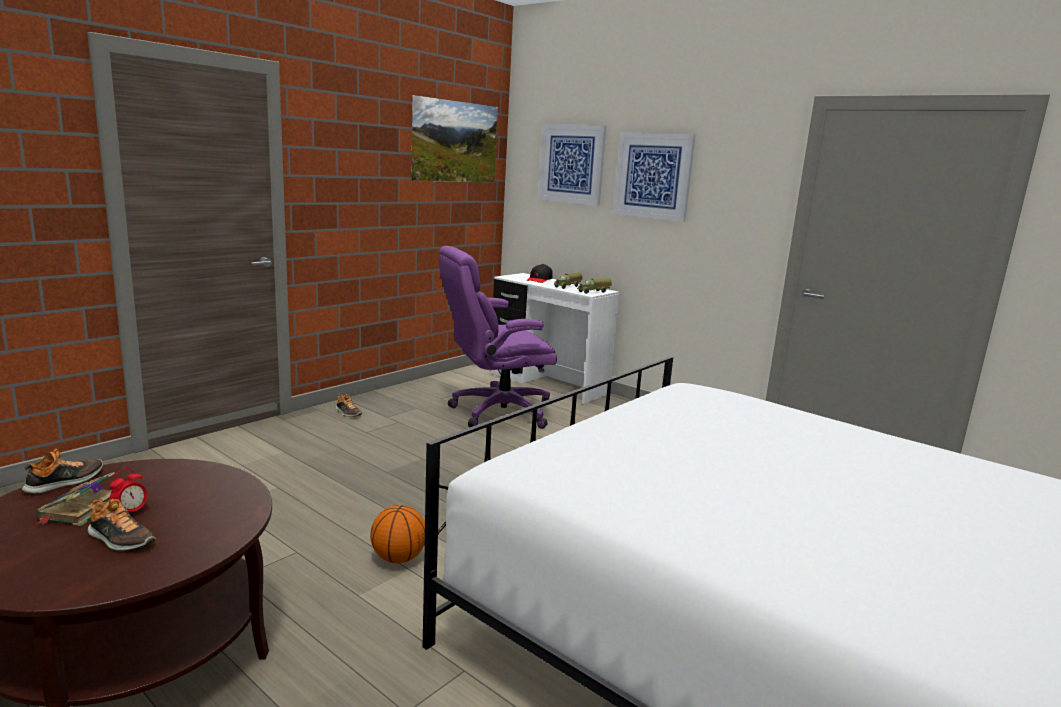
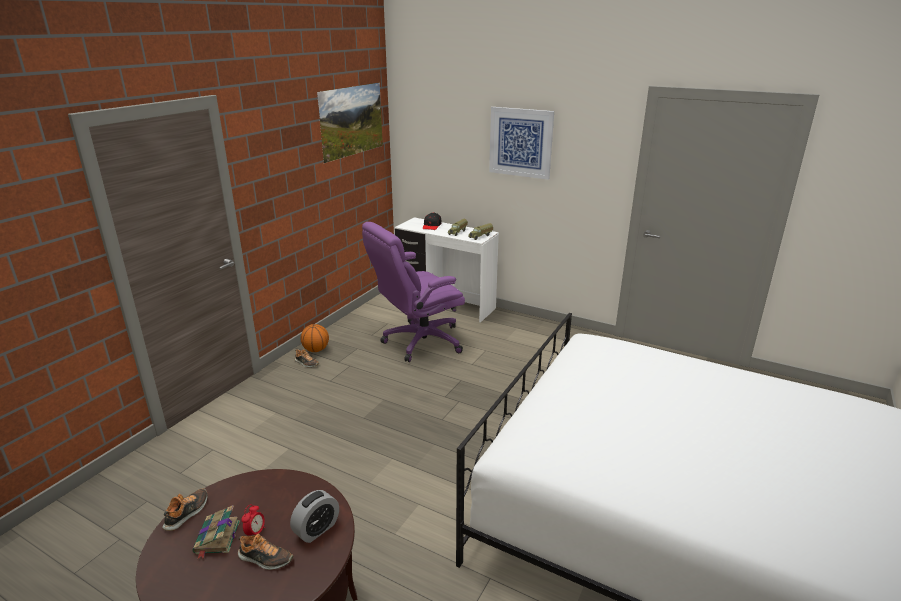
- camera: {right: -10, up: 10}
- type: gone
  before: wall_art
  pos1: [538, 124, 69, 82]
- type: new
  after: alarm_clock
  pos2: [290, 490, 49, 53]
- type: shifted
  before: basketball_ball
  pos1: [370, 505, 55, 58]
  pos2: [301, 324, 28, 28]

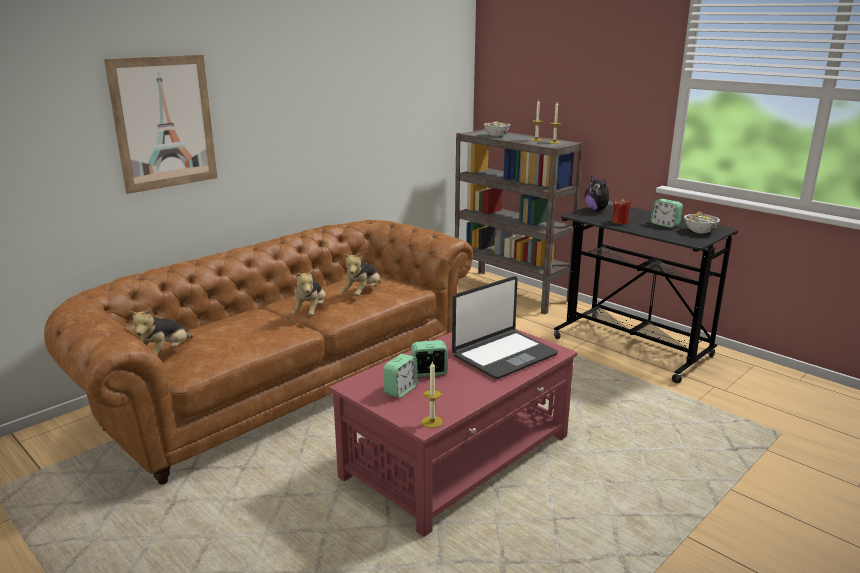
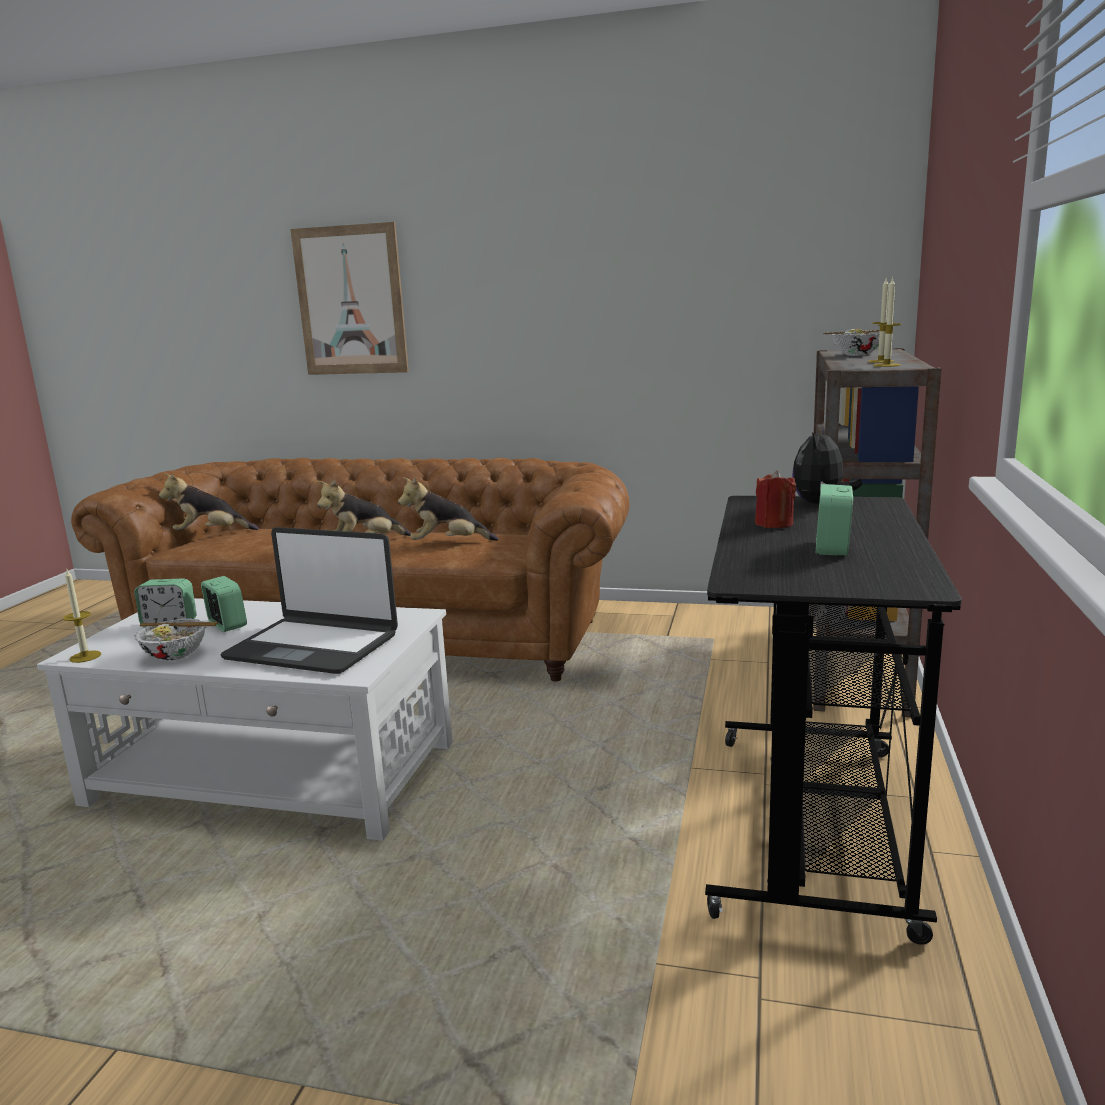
- camera: {right: 60, up: -5}
- type: shifted
  before: serving_bowl
  pos1: [684, 212, 36, 22]
  pos2: [134, 618, 84, 42]
- type: repainted
  before: red-coloured_lounge_table
  after: white_lounge_table
  pos1: [329, 329, 249, 208]
  pos2: [37, 598, 416, 243]

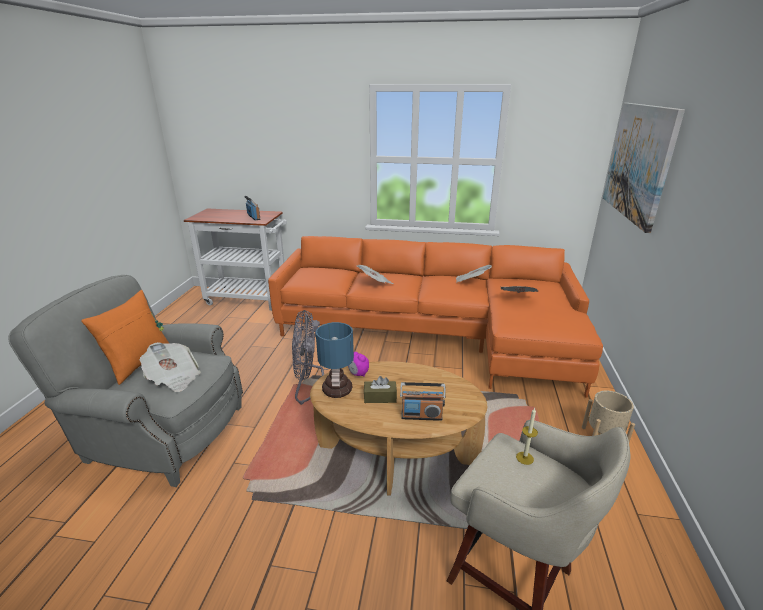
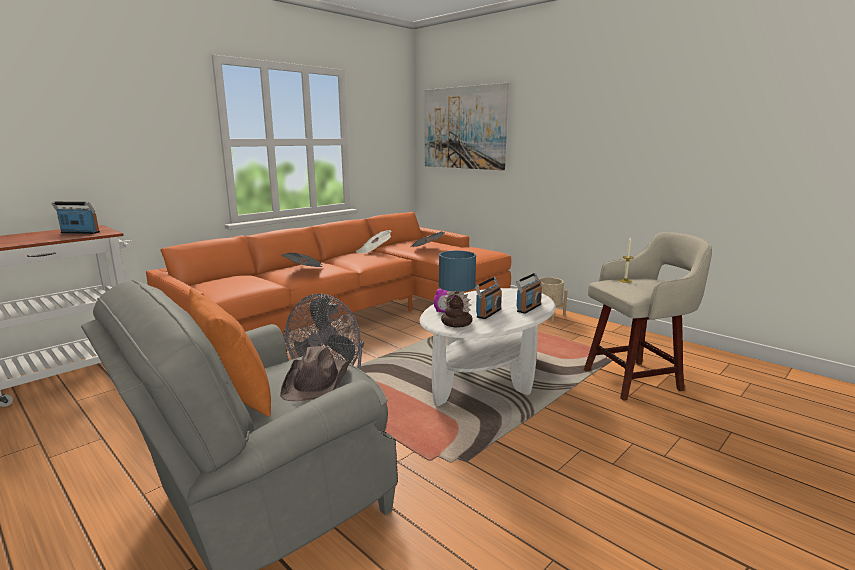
- camera: {right: -55, up: -10}
- type: swapped
  before: daily_paper
  after: brown_clothing_hat
  pos1: [140, 342, 61, 50]
  pos2: [280, 346, 71, 55]
- type: swapped
  before: brown_box_of_tissues
  after: radio_set
  pos1: [364, 376, 33, 27]
  pos2: [475, 277, 27, 42]
- type: repainted
  before: brown_lounge_table
  after: white_lounge_table
  pos1: [310, 361, 177, 135]
  pos2: [420, 288, 136, 119]

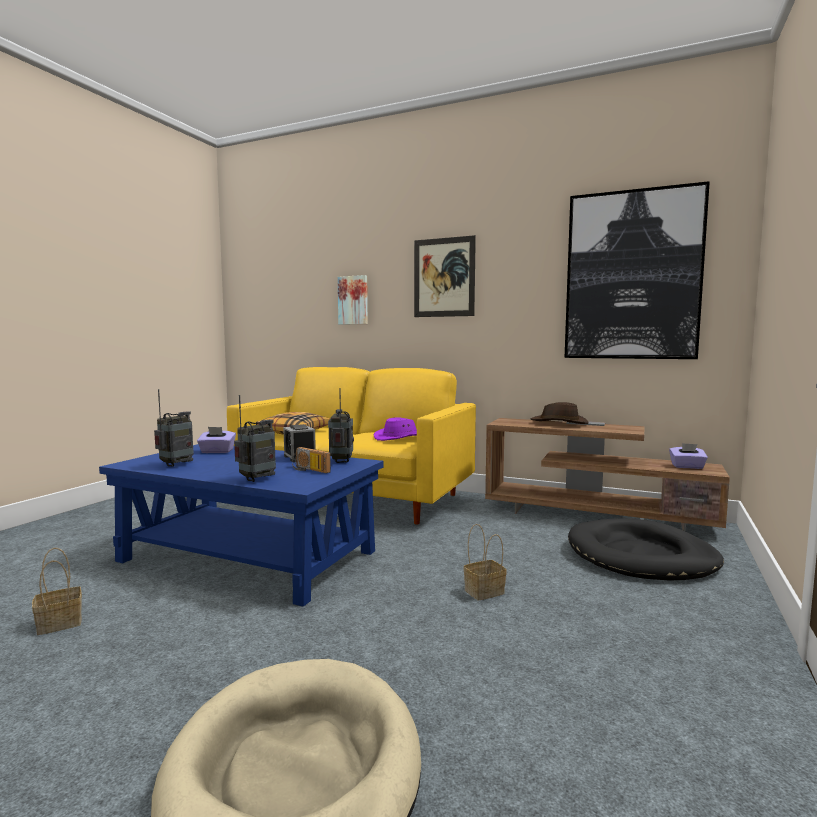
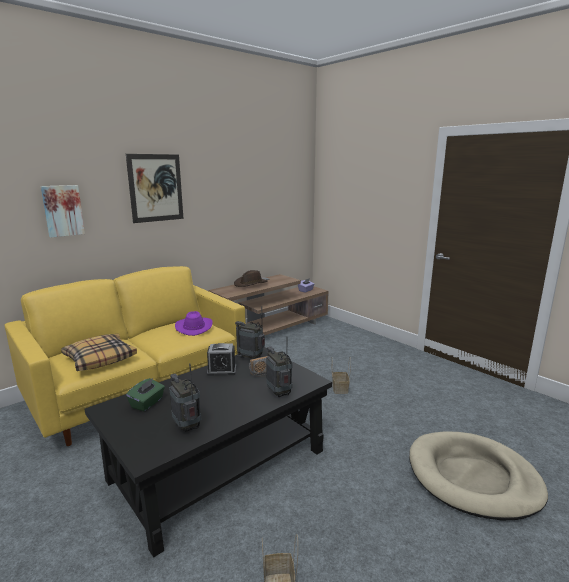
- camera: {right: -65, up: 10}
- type: gone
  before: wall_art
  pos1: [565, 181, 145, 178]
- type: gone
  before: black-coloured_pet_bed
  pos1: [568, 518, 156, 62]
- type: repainted
  before: bluish_lounge_table
  after: black-coloured_lounge_table
  pos1: [99, 444, 285, 163]
  pos2: [85, 347, 247, 211]
- type: repainted
  before: purple-coloured_box_of_tissues
  after: green-coloured_box_of_tissues
  pos1: [197, 427, 39, 26]
  pos2: [126, 378, 39, 33]

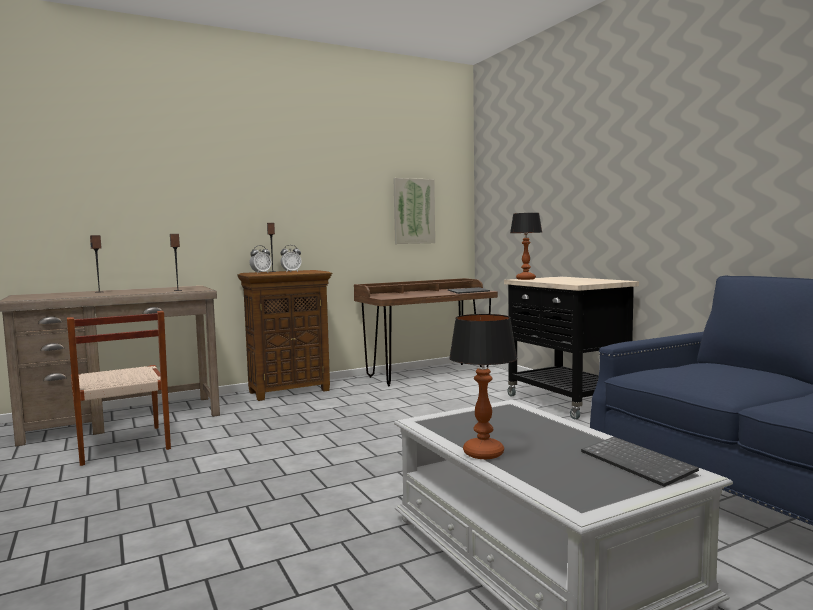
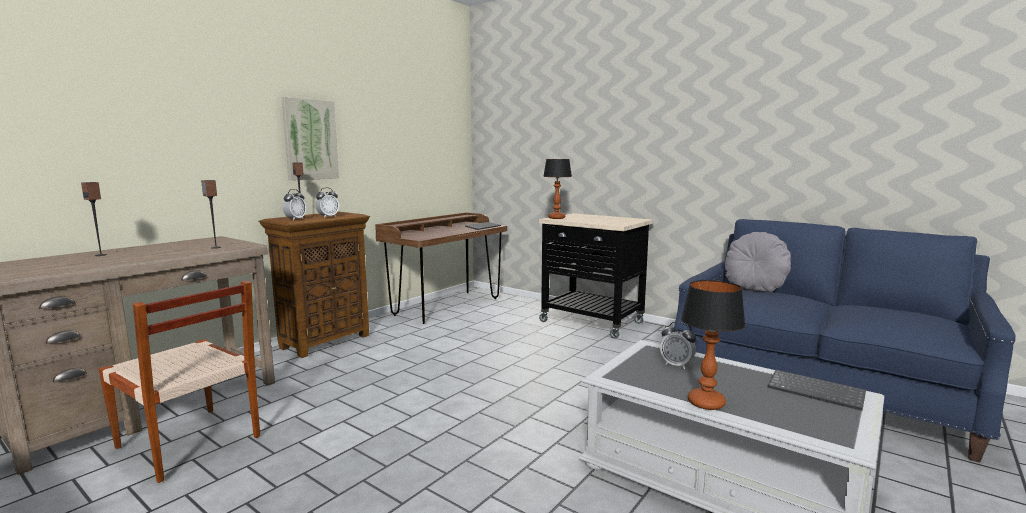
- camera: {right: -25, up: 5}
- type: new
  after: alarm_clock
  pos2: [660, 322, 36, 47]
- type: new
  after: grey_pillow
  pos2: [725, 232, 66, 60]
- type: shifted
  before: wall_art
  pos1: [393, 178, 42, 66]
  pos2: [282, 97, 57, 83]

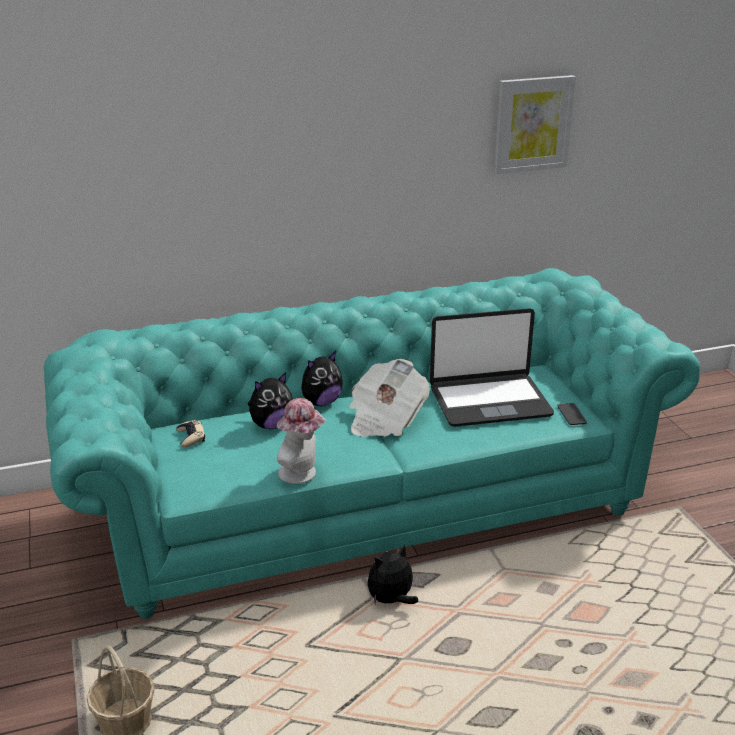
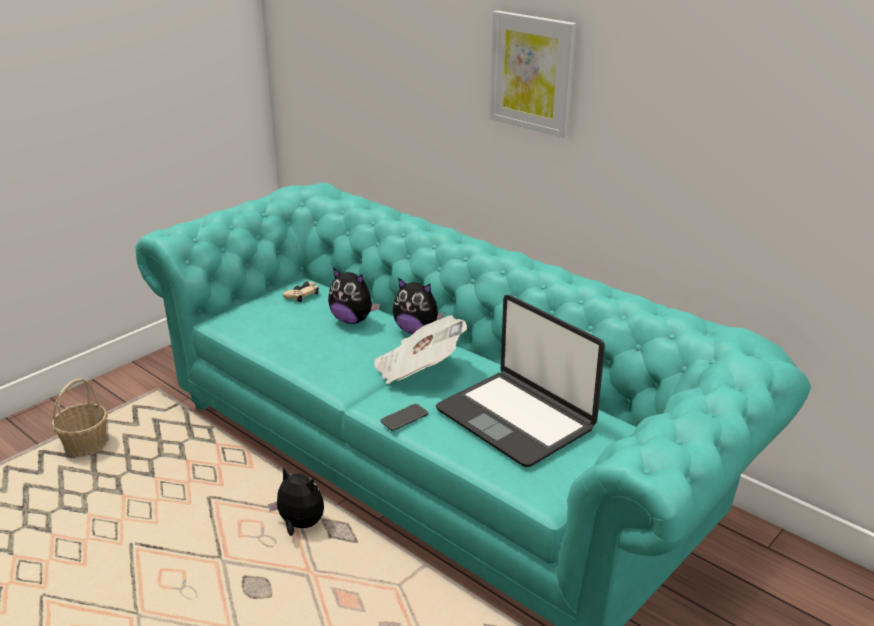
- camera: {right: 60, up: 0}
- type: gone
  before: clothing_hat
  pos1: [277, 398, 49, 86]
- type: shifted
  before: wall_art
  pos1: [494, 75, 82, 99]
  pos2: [490, 11, 87, 127]
- type: shifted
  before: handset
  pos1: [557, 403, 30, 22]
  pos2: [380, 404, 48, 27]

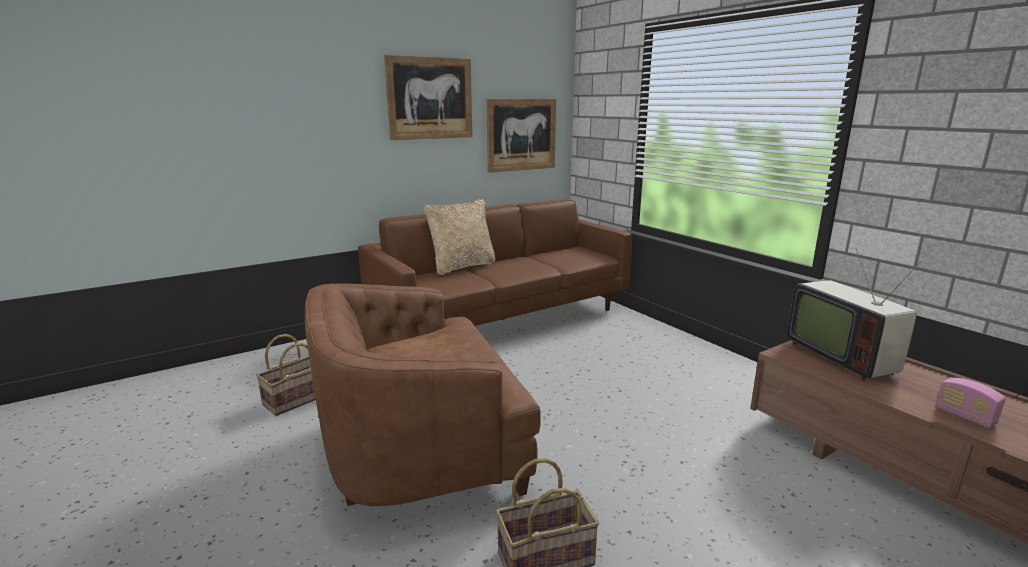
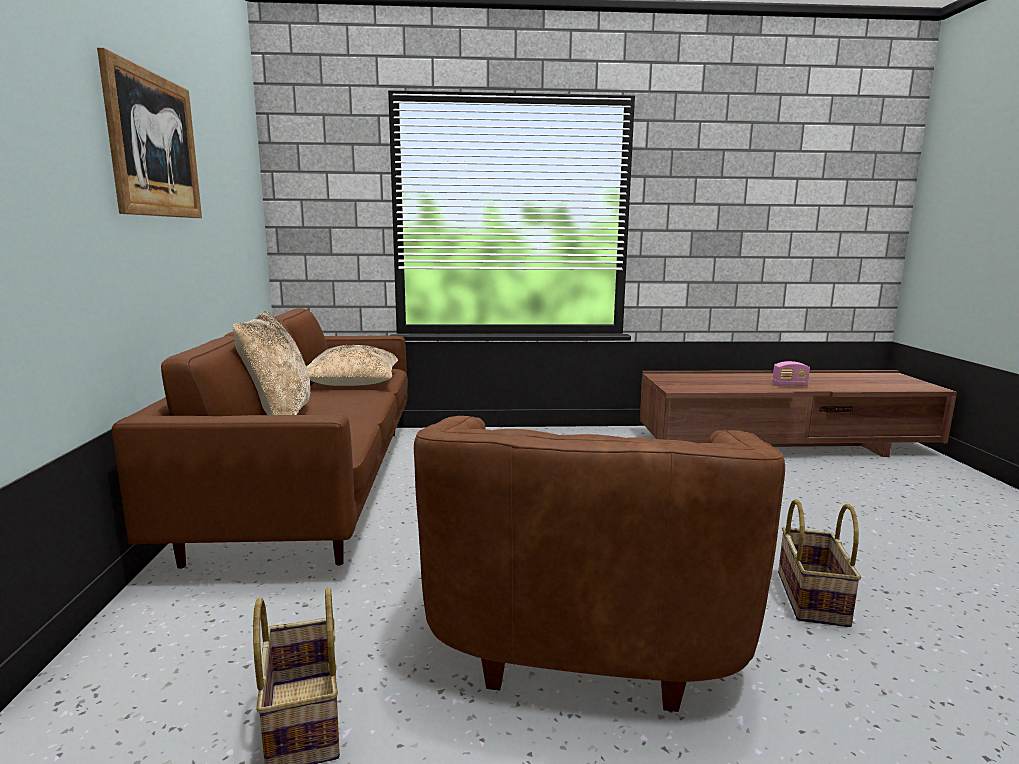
- camera: {right: -60, up: -5}
- type: gone
  before: wall_art
  pos1: [486, 99, 70, 74]
- type: gone
  before: TV_set
  pos1: [787, 248, 134, 133]
- type: new
  after: sand-coloured_pillow
  pos2: [306, 345, 92, 41]

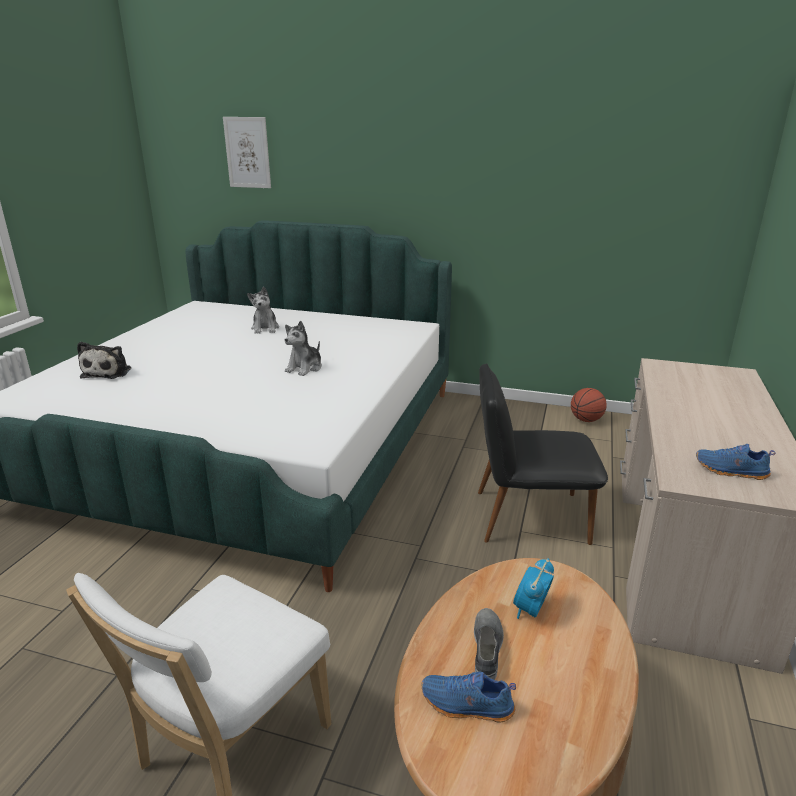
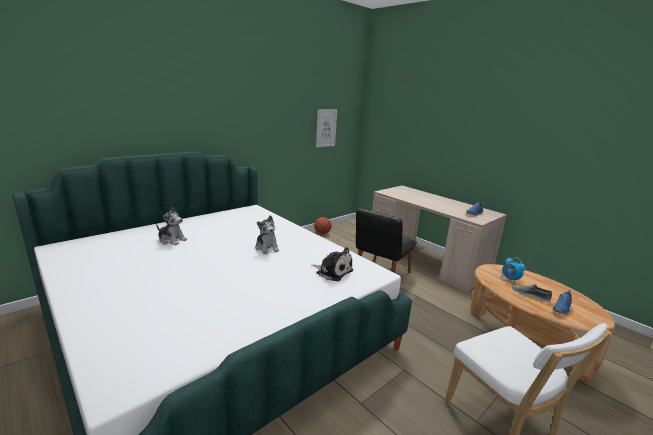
- camera: {right: -60, up: -5}
- type: shifted
  before: cuddly_toy
  pos1: [77, 342, 54, 37]
  pos2: [311, 247, 42, 34]
- type: shifted
  before: wall_art
  pos1: [223, 117, 48, 71]
  pos2: [316, 109, 21, 38]

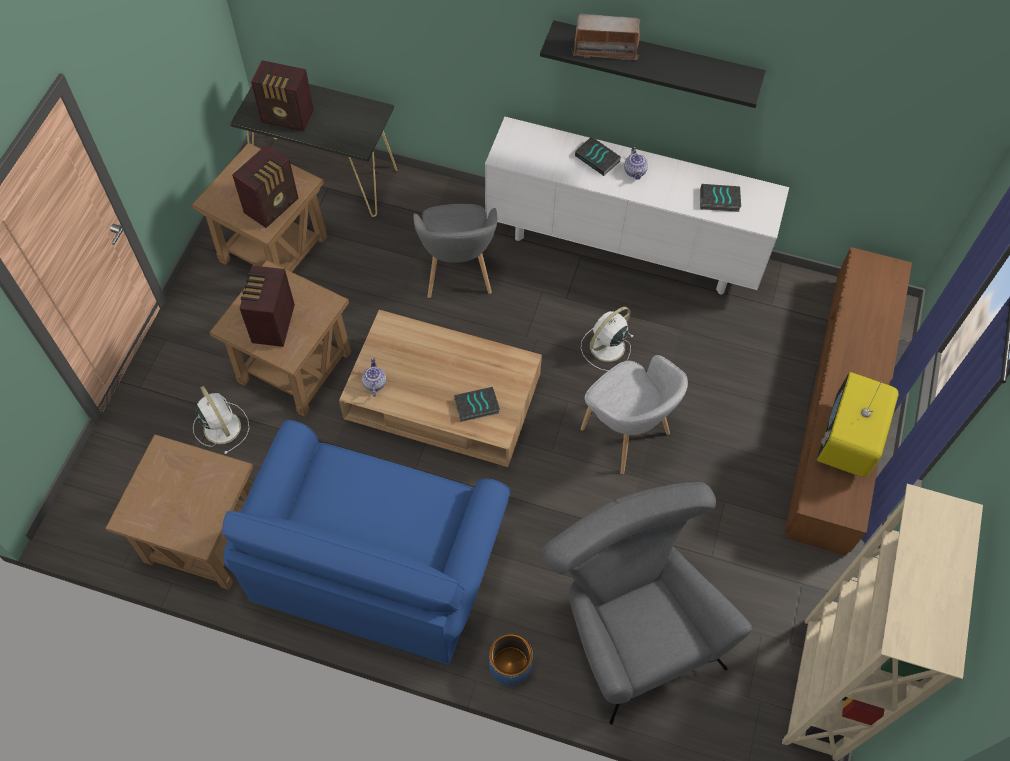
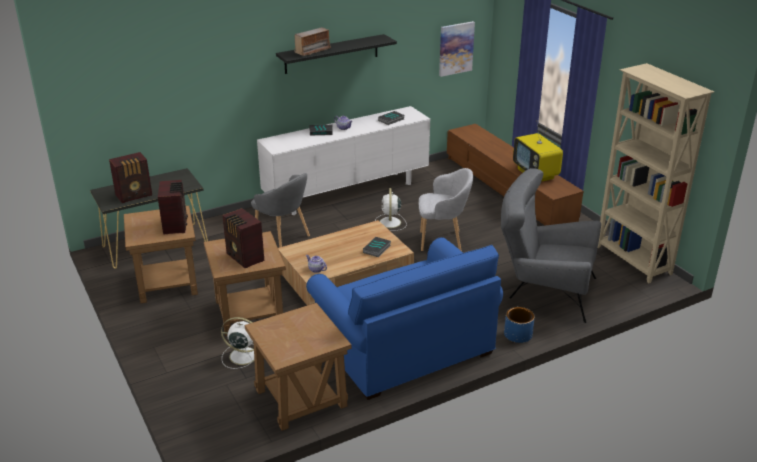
- camera: {right: -45, up: -30}
- type: new
  after: wall_art
  pos2: [439, 21, 36, 56]

